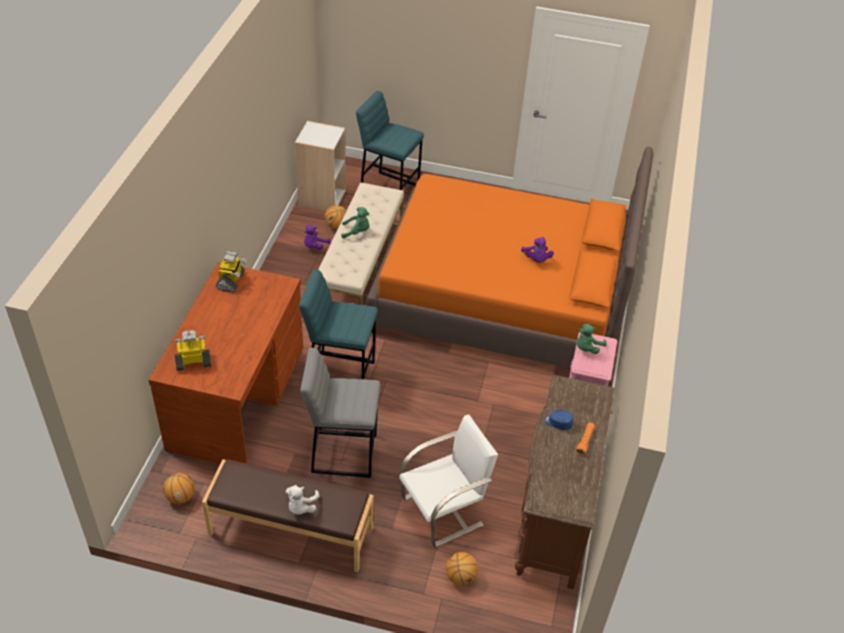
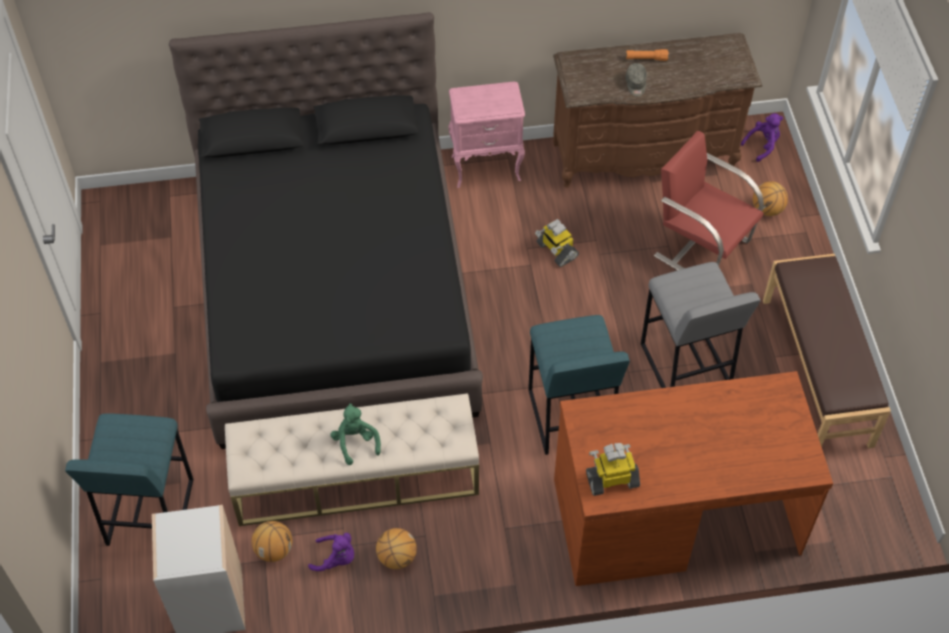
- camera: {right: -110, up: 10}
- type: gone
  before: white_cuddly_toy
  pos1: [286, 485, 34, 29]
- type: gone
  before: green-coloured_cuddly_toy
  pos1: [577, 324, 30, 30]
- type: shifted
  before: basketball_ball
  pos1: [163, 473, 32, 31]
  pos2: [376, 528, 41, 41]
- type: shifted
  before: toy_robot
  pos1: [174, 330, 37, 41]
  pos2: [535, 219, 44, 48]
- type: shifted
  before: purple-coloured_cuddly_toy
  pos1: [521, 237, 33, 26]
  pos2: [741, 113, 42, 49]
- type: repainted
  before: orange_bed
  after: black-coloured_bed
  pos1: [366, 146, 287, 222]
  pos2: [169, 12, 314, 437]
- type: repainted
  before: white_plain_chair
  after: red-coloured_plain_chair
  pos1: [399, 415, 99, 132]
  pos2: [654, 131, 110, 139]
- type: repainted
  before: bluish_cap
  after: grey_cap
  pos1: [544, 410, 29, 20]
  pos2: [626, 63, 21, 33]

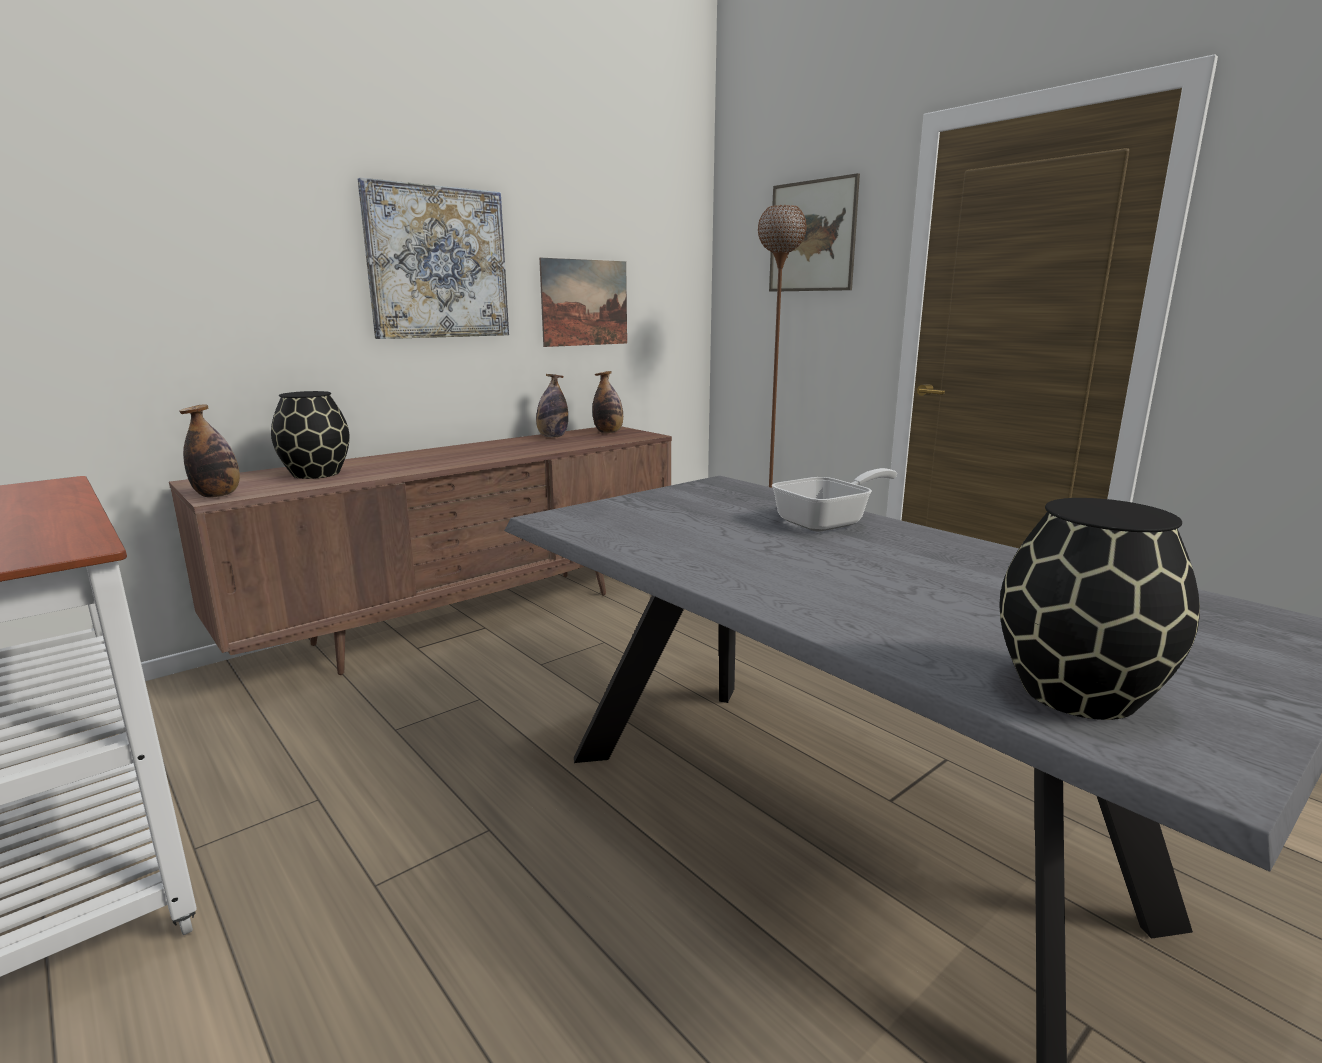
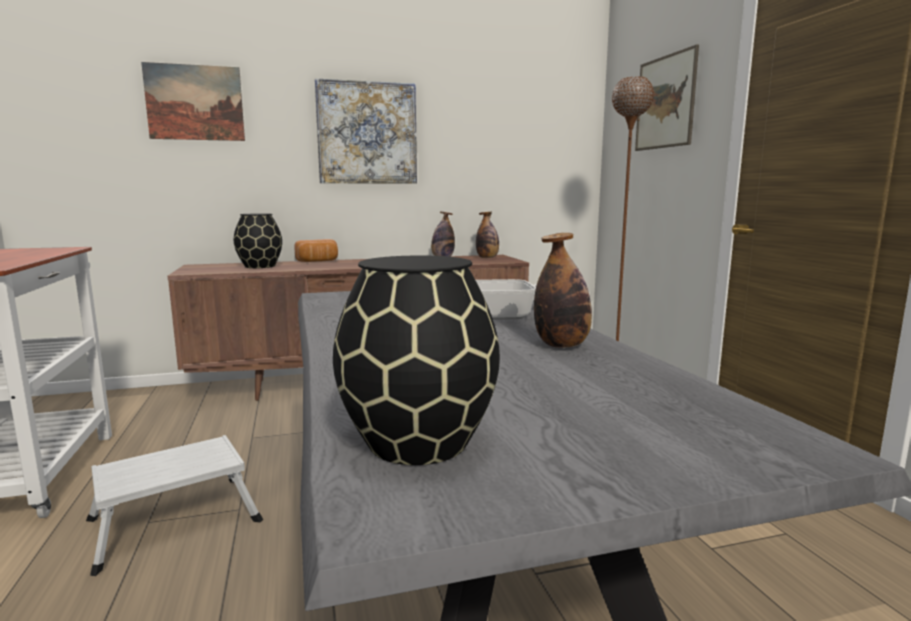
- camera: {right: 25, up: -5}
- type: new
  after: white_stepladder
  pos2: [86, 435, 177, 141]
- type: new
  after: bakery_bread
  pos2: [294, 239, 44, 23]
- type: shifted
  before: drink_bottle
  pos1: [179, 404, 61, 94]
  pos2: [534, 233, 58, 115]
- type: shifted
  before: wall_art
  pos1: [539, 258, 88, 89]
  pos2: [141, 62, 104, 79]

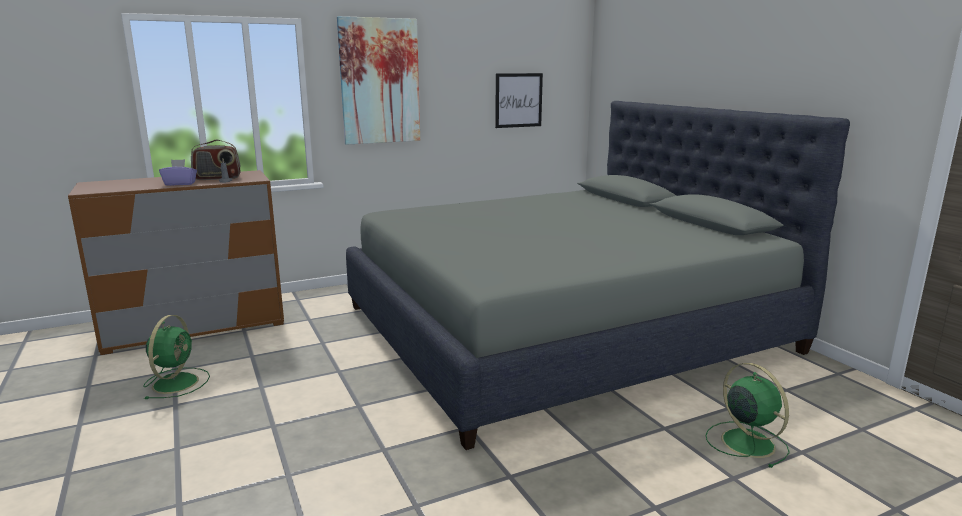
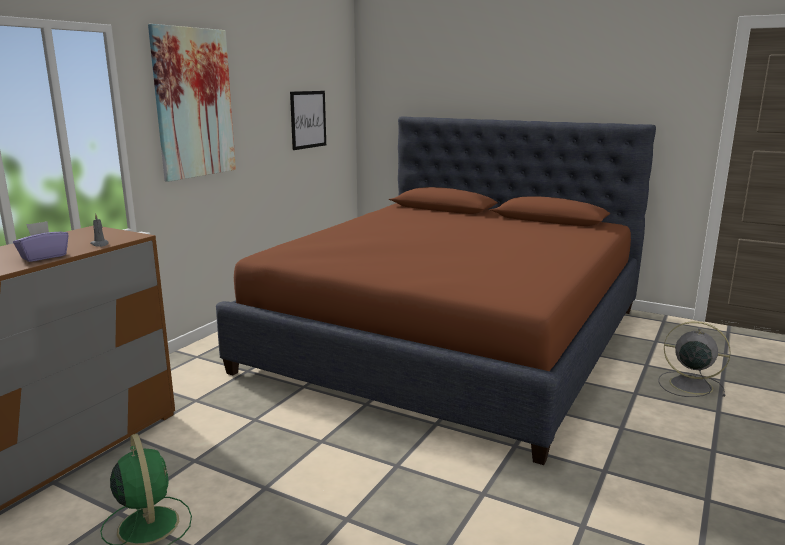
- camera: {right: -35, up: 0}
- type: gone
  before: radio_set
  pos1: [191, 140, 50, 40]
- type: repainted
  before: grey_bed
  after: brown_bed
  pos1: [346, 101, 504, 349]
  pos2: [216, 116, 440, 349]
- type: repainted
  before: green-coloured_fan
  after: grey_fan
  pos1: [706, 363, 84, 105]
  pos2: [658, 321, 73, 76]

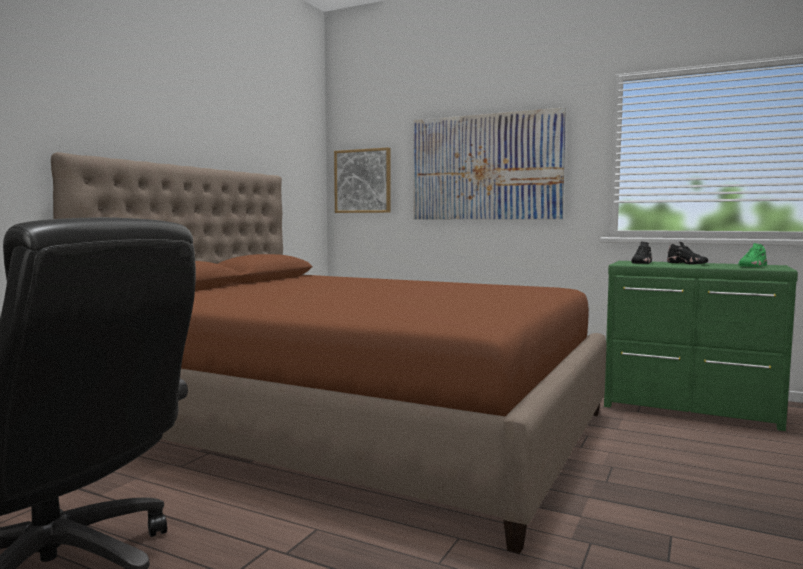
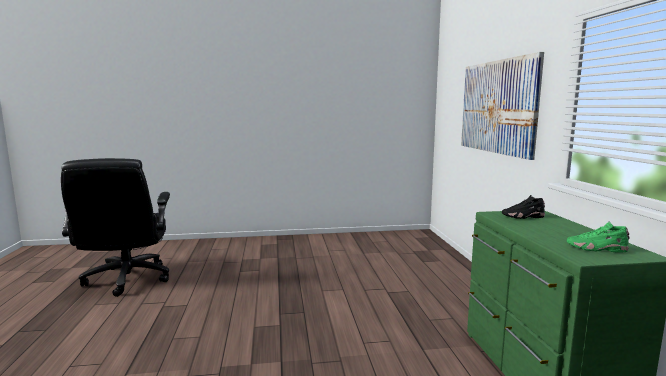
- camera: {right: 55, up: 5}
- type: gone
  before: brown_bed
  pos1: [51, 152, 555, 402]
- type: gone
  before: wall_art
  pos1: [334, 147, 57, 66]
- type: gone
  before: black-coloured_item_of_footwear
  pos1: [667, 242, 41, 22]

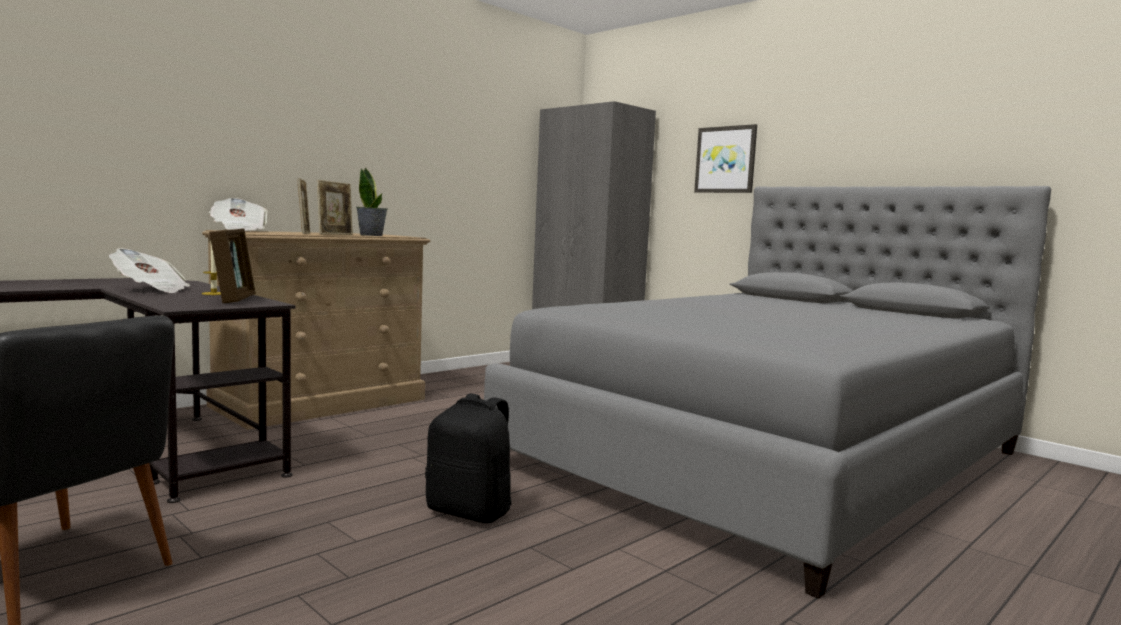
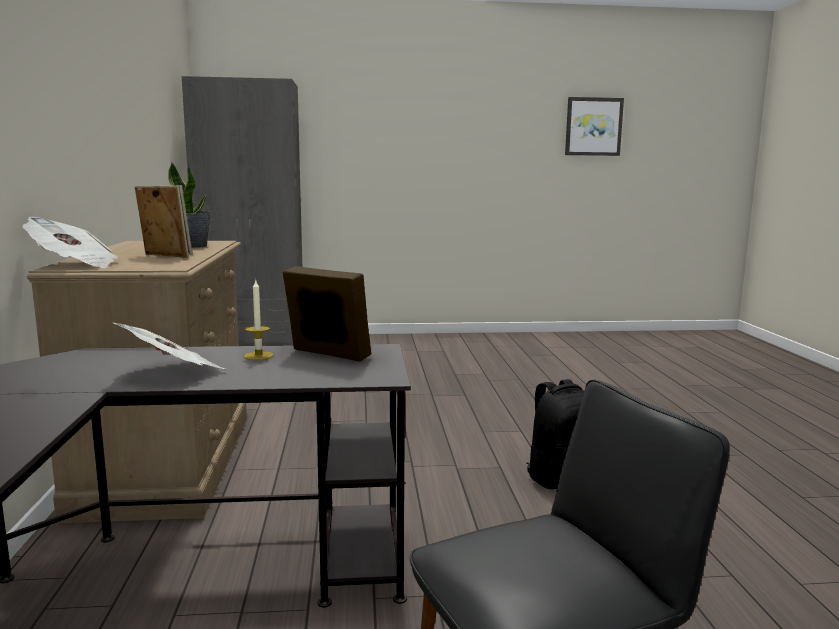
- camera: {right: -50, up: 5}
- type: gone
  before: grey_bed
  pos1: [484, 186, 567, 413]
- type: shifted
  before: wall_art
  pos1: [694, 124, 63, 69]
  pos2: [565, 97, 59, 59]

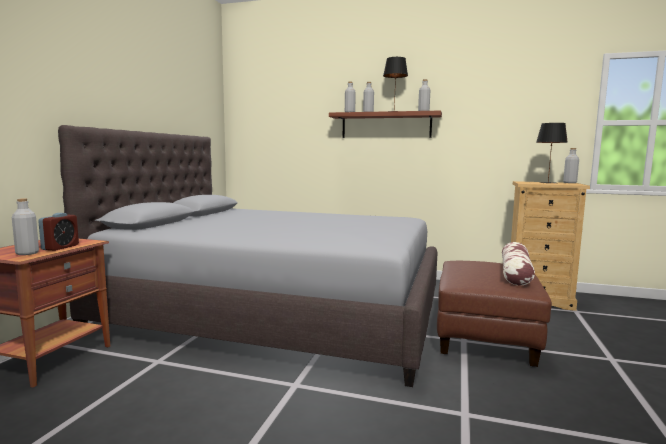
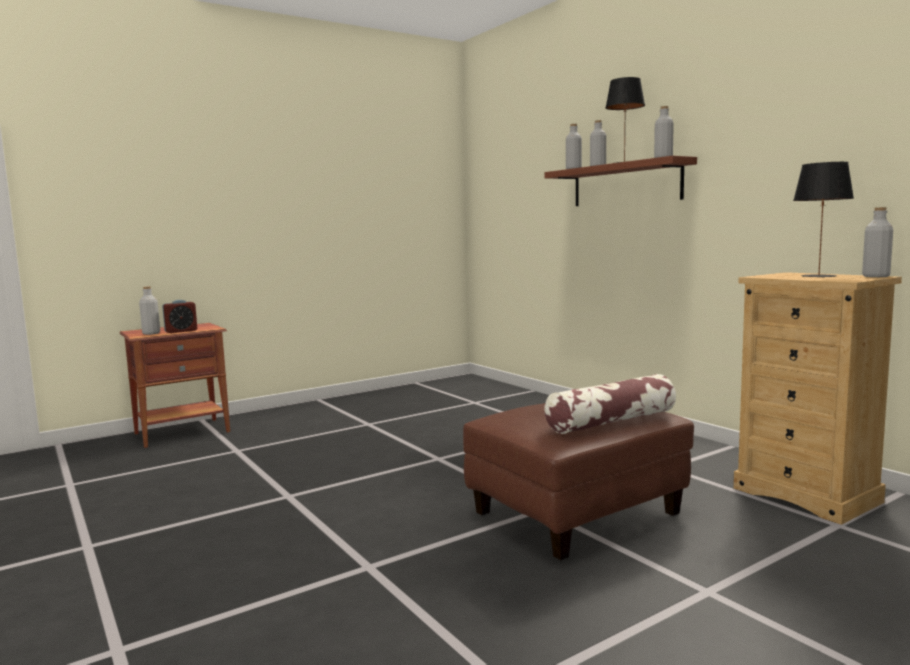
- camera: {right: 40, up: 0}
- type: gone
  before: grey_bed
  pos1: [58, 125, 380, 262]

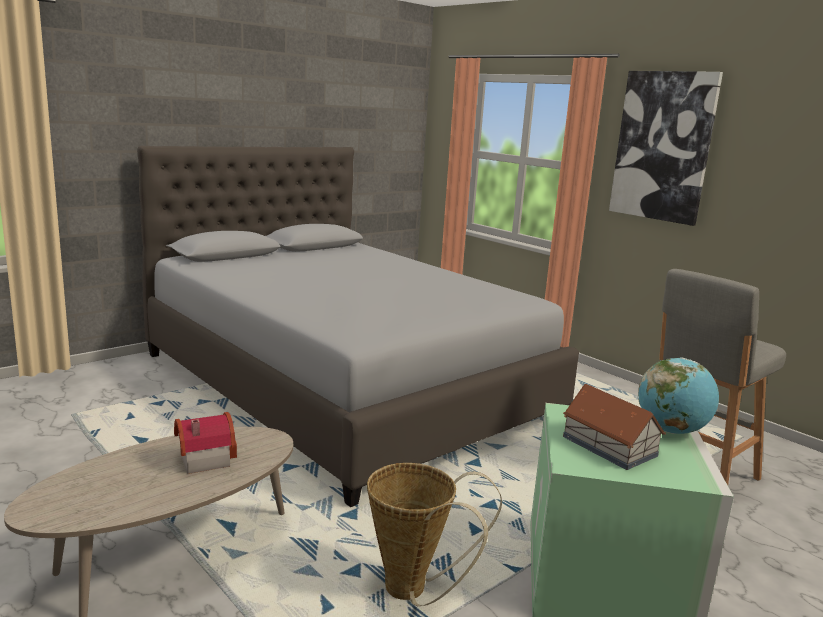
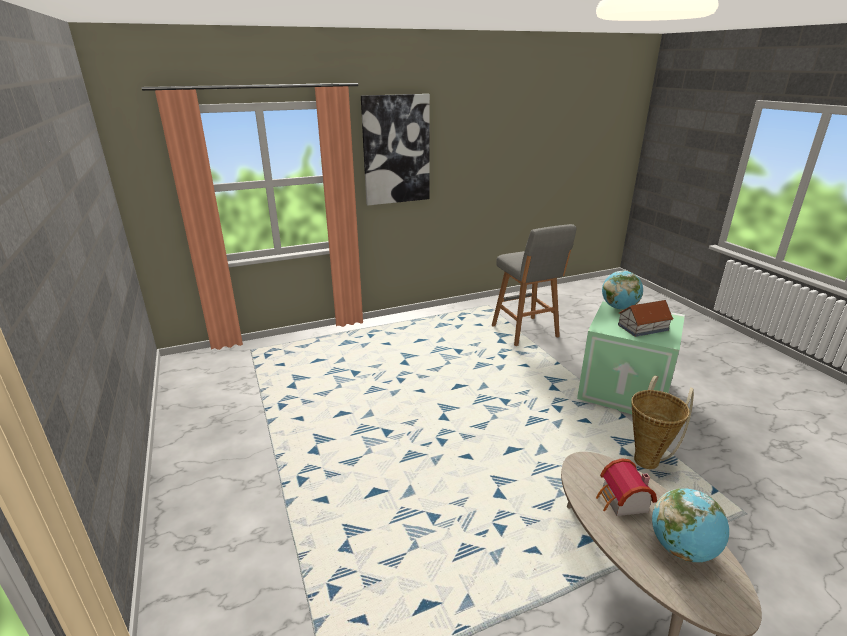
- camera: {right: -70, up: 10}
- type: gone
  before: grey_bed
  pos1: [137, 146, 442, 361]
- type: new
  after: desk_globe
  pos2: [652, 488, 77, 75]

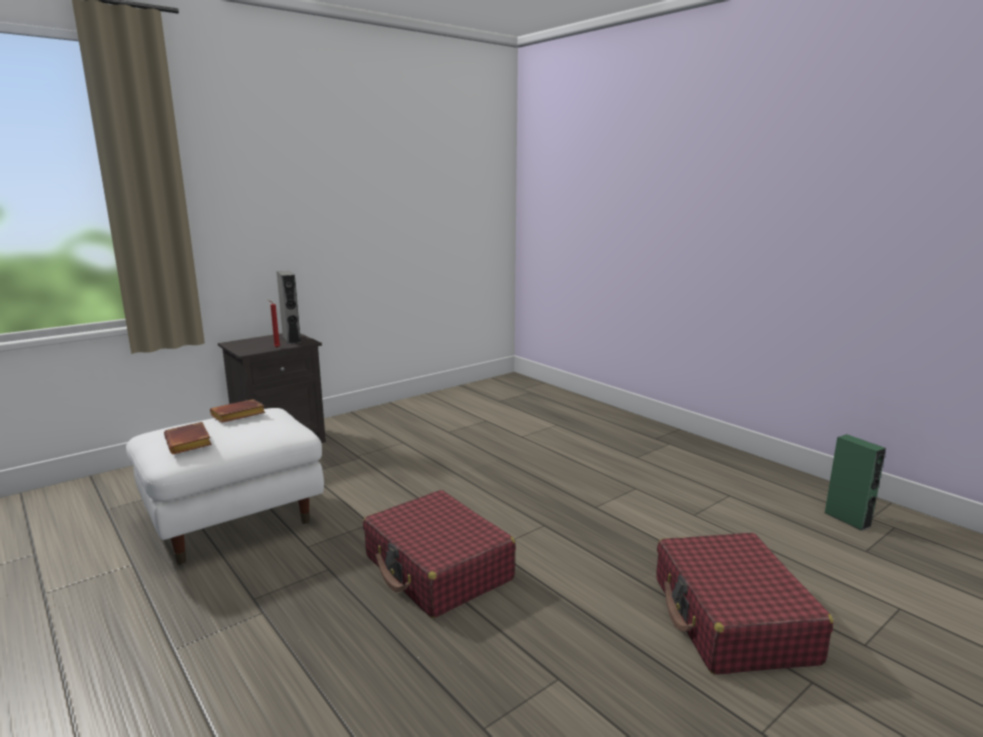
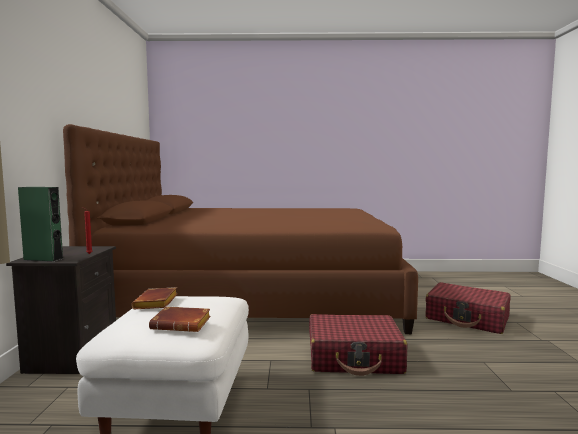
- camera: {right: -50, up: -10}
- type: gone
  before: grey_speaker
  pos1: [277, 271, 24, 73]
- type: new
  after: brown_bed
  pos2: [63, 124, 355, 210]
- type: shifted
  before: green-coloured_speaker
  pos1: [824, 434, 62, 97]
  pos2: [18, 187, 46, 75]

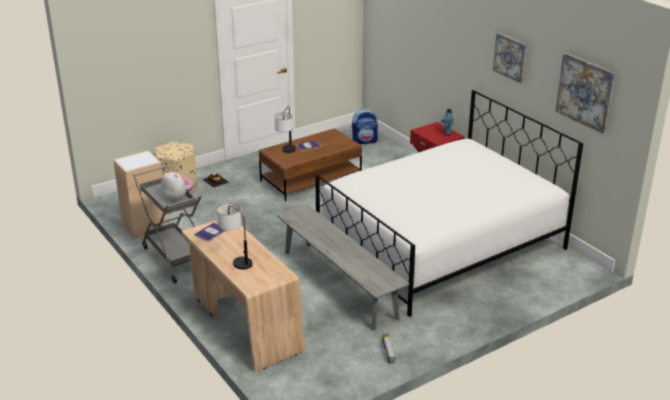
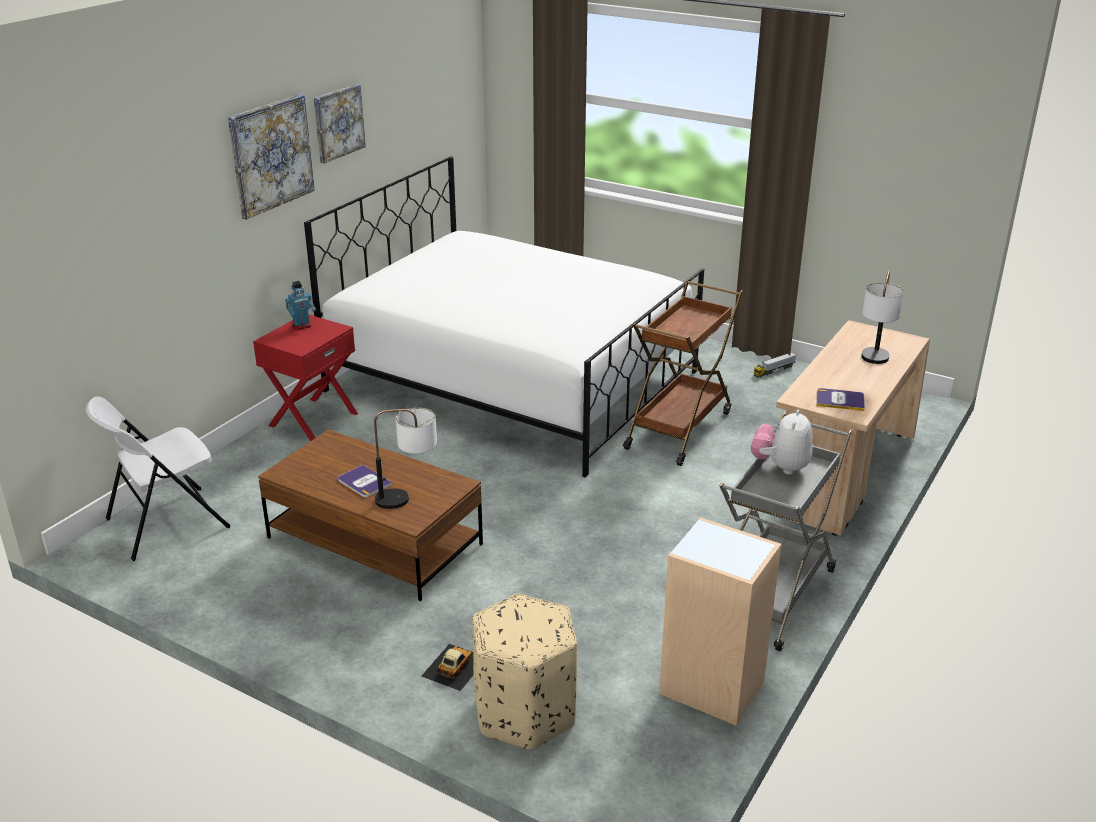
- camera: {right: -115, up: 0}
- type: shifted
  before: wall_art
  pos1: [556, 53, 59, 80]
  pos2: [228, 94, 87, 126]
- type: swapped
  before: grey_indoor_bench
  after: brown_wheeled_cart
  pos1: [277, 205, 133, 126]
  pos2: [623, 278, 120, 188]
- type: swapped
  before: rucksack
  after: white_plain_chair
  pos1: [352, 109, 26, 35]
  pos2: [86, 397, 144, 164]

